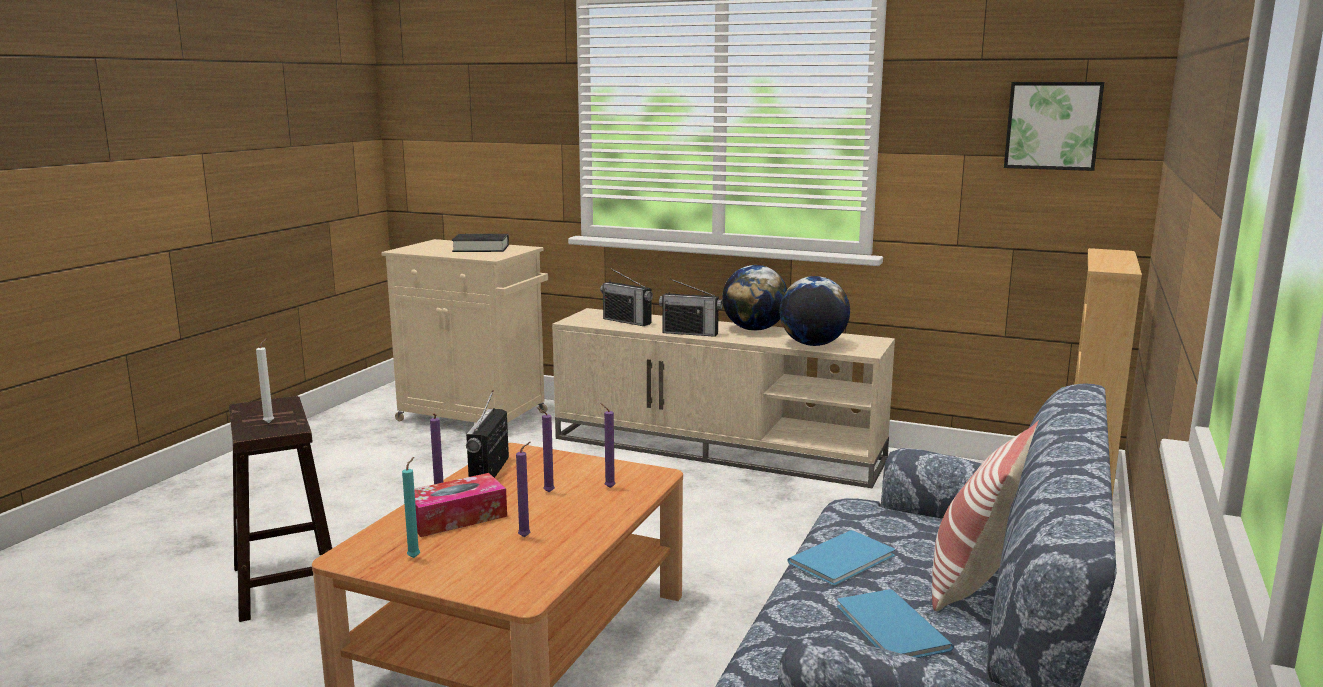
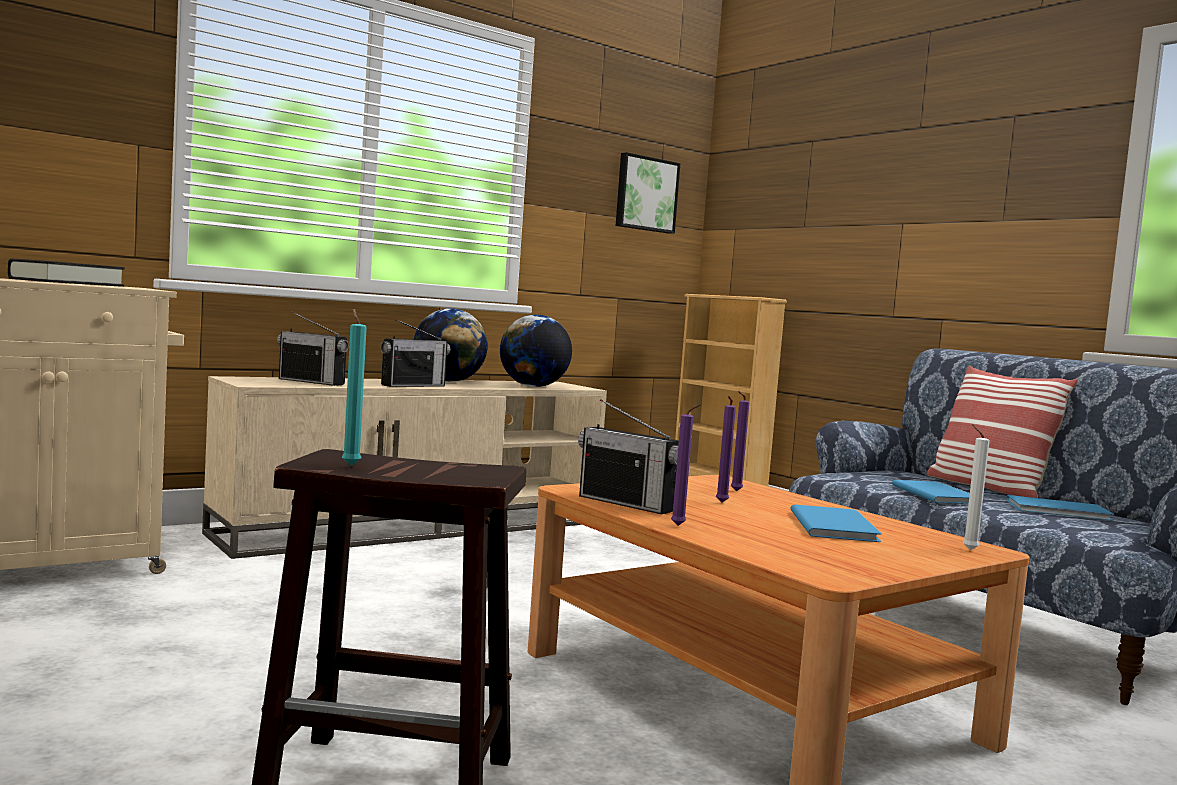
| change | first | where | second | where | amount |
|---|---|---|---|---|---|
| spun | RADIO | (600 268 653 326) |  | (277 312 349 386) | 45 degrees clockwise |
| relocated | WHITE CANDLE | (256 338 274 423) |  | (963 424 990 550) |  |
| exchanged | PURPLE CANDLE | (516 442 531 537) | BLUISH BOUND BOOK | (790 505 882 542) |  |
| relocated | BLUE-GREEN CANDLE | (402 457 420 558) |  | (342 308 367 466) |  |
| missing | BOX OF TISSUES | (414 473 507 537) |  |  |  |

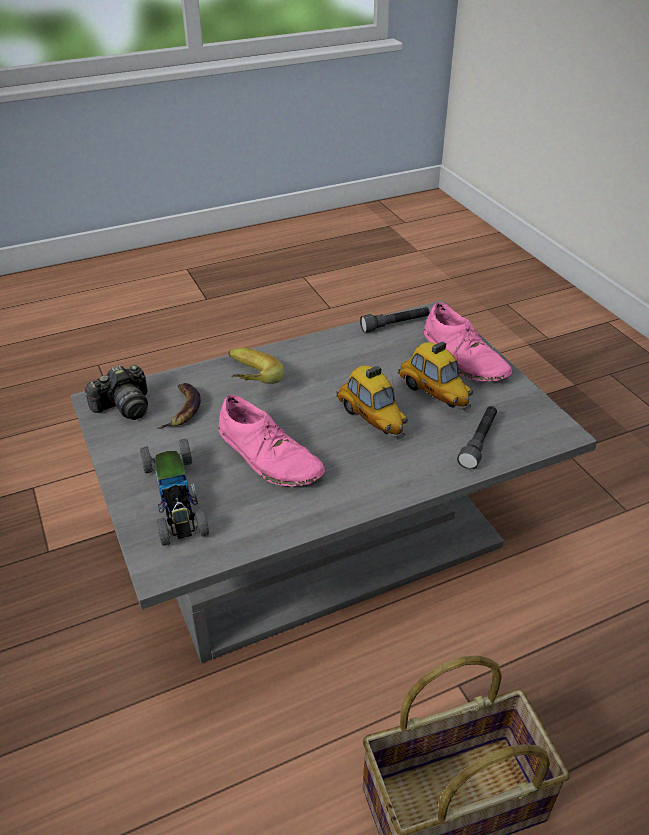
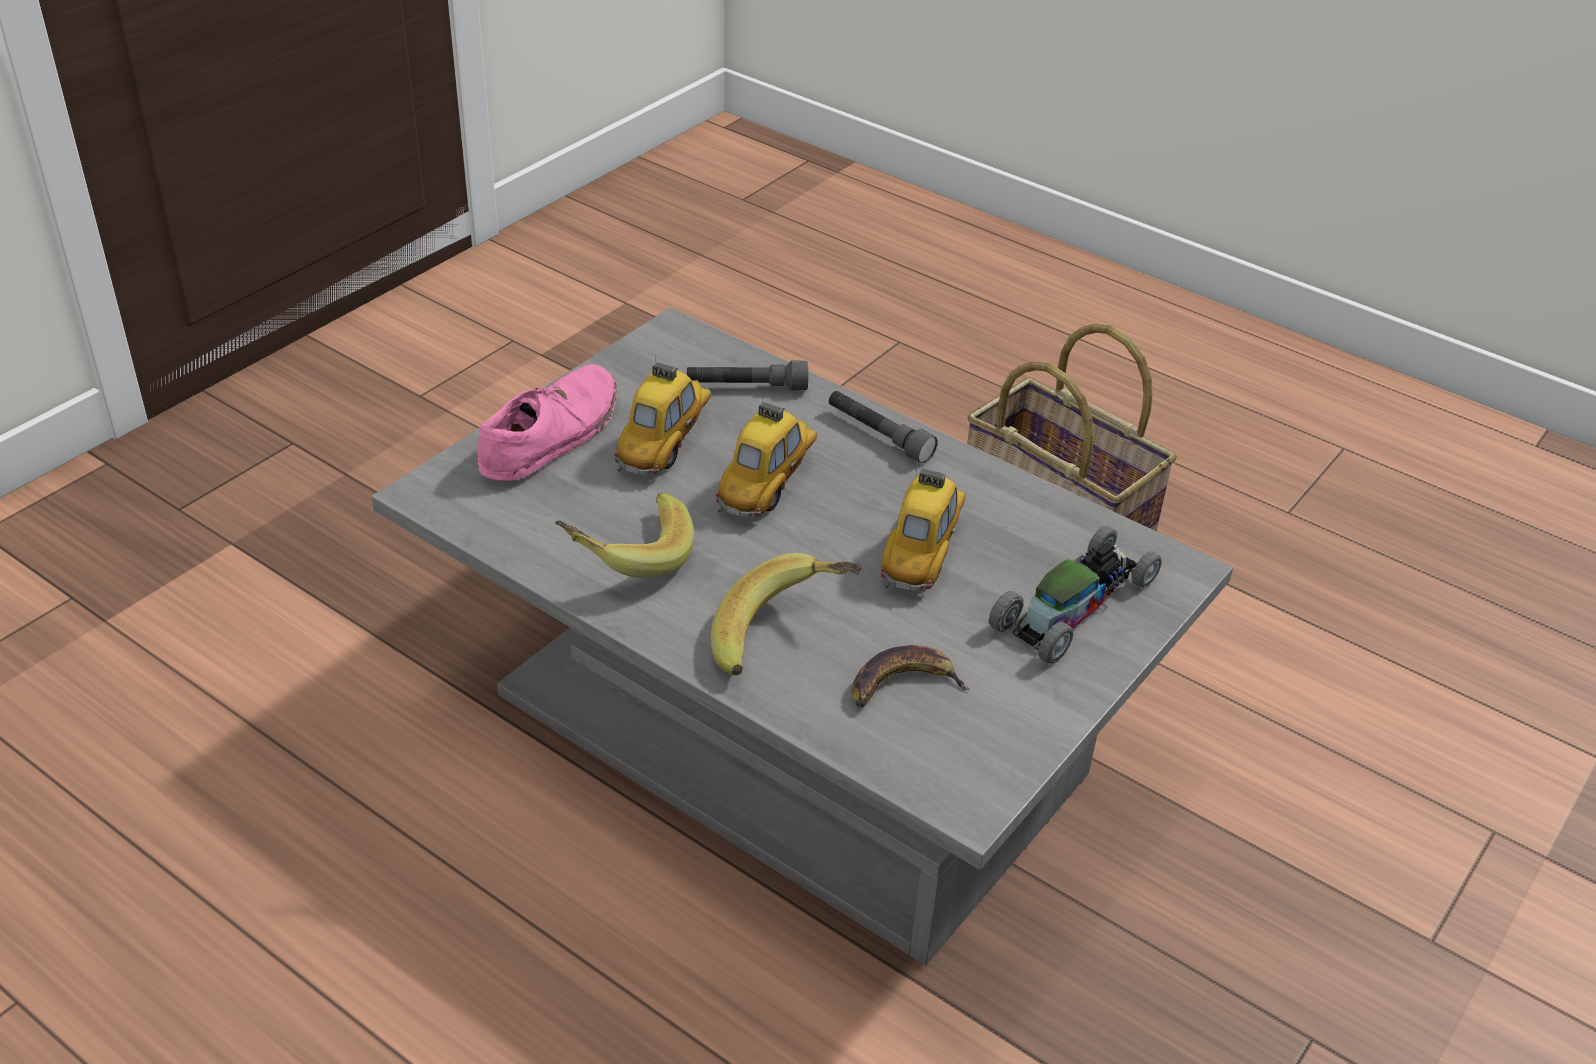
| change | first | where | second | where | amount |
|---|---|---|---|---|---|
| relocated | GREYISH TORCH | (360 307 430 333) |  | (829 391 938 463) |  |
| missing | STILL CAMERA | (85 365 148 420) |  |  |  |
| exchanged | PINKISH ITEM OF FOOTWEAR | (219 395 325 487) | MINIATURE CAR | (881 460 966 591) |  |
| appeared |  |  | WHOLE BANANA | (555 493 694 578) |  |

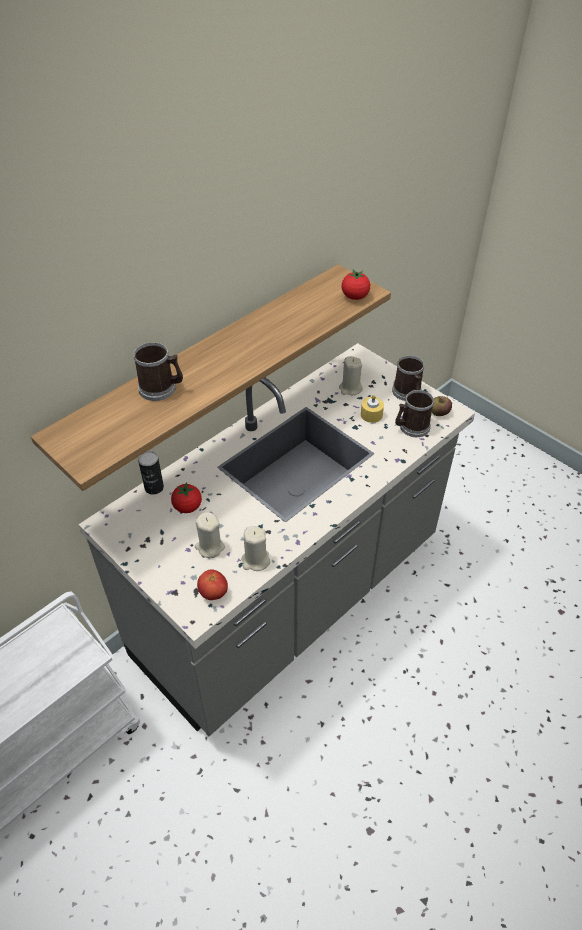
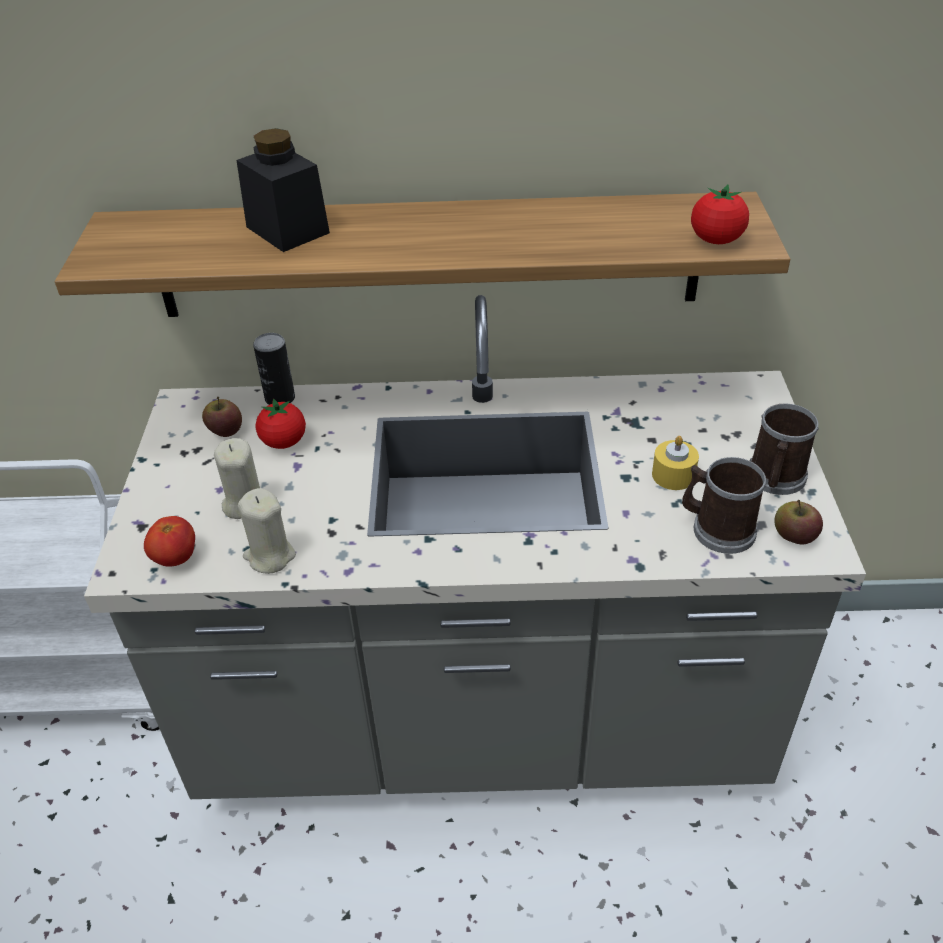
| change | first | where | second | where | amount |
|---|---|---|---|---|---|
| exchanged | COFFEE MUG | (133 342 183 401) | BLACK-COLOURED STORAGE JAR | (236 128 330 252) |  |
| missing | SAND-COLOURED CANDLE | (339 356 363 395) |  |  |  |
| appeared |  |  | WHOLE APPLE | (202 397 242 437) |  |

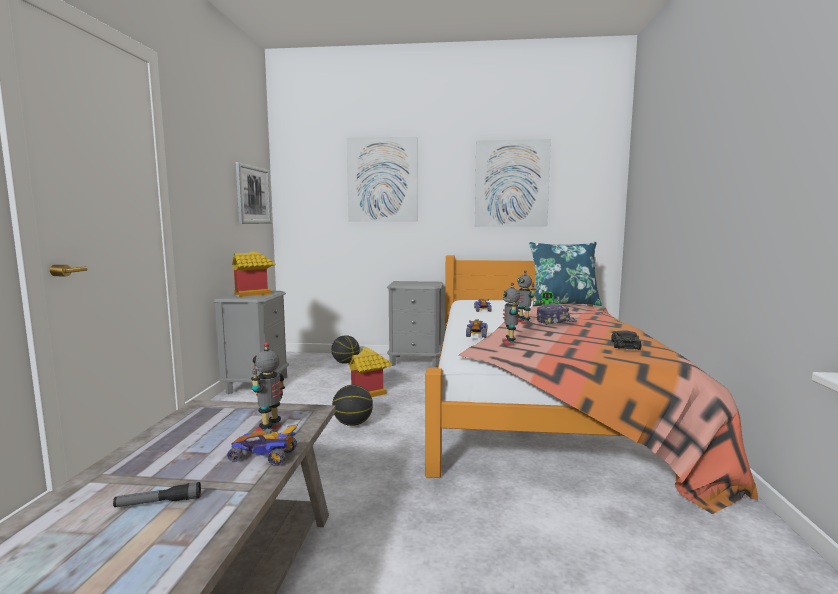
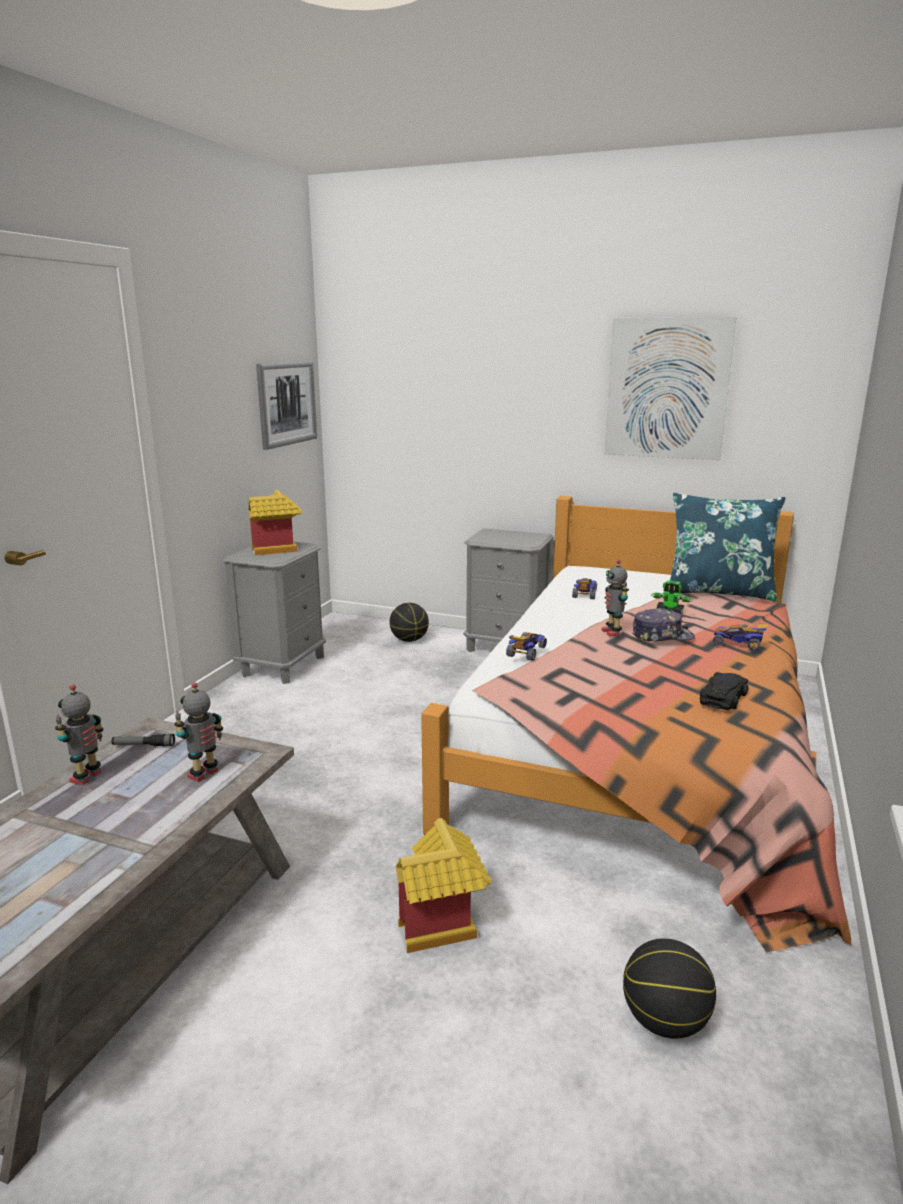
| change | first | where | second | where | amount |
|---|---|---|---|---|---|
| missing | PICTURE | (347 137 418 222) |  |  |  |
| relocated | ROBOT FIGURE | (503 282 520 345) |  | (55 685 104 785) |  |
| relocated | MINIATURE HOUSE | (349 347 392 397) |  | (396 818 491 953) |  |
| relocated | BALL FOR BASKETBALL | (332 385 373 426) |  | (623 938 716 1039) |  |
| relocated | MINIATURE CAR | (227 424 298 466) |  | (713 623 768 651) |  |
| relocated | TORCH | (113 482 201 507) |  | (111 734 175 746) |  |

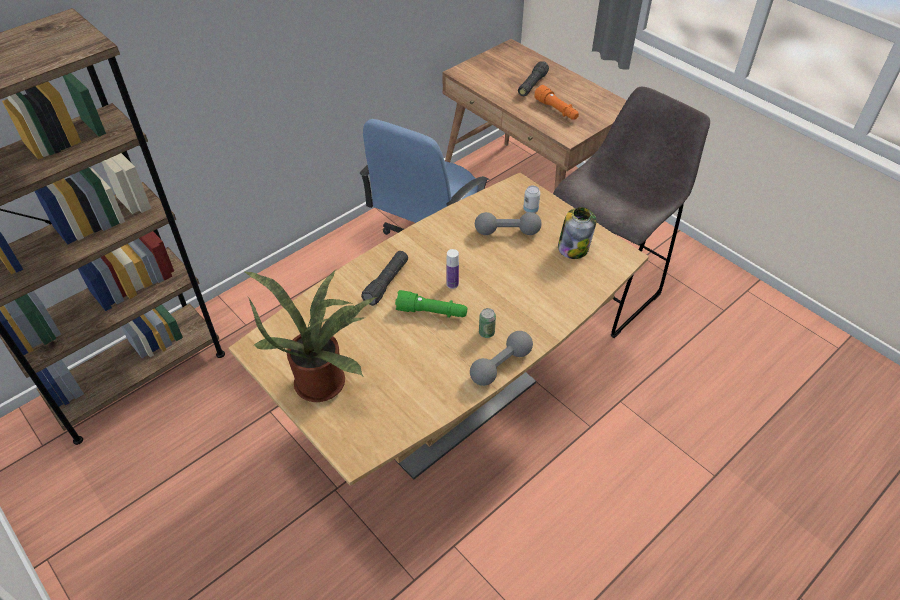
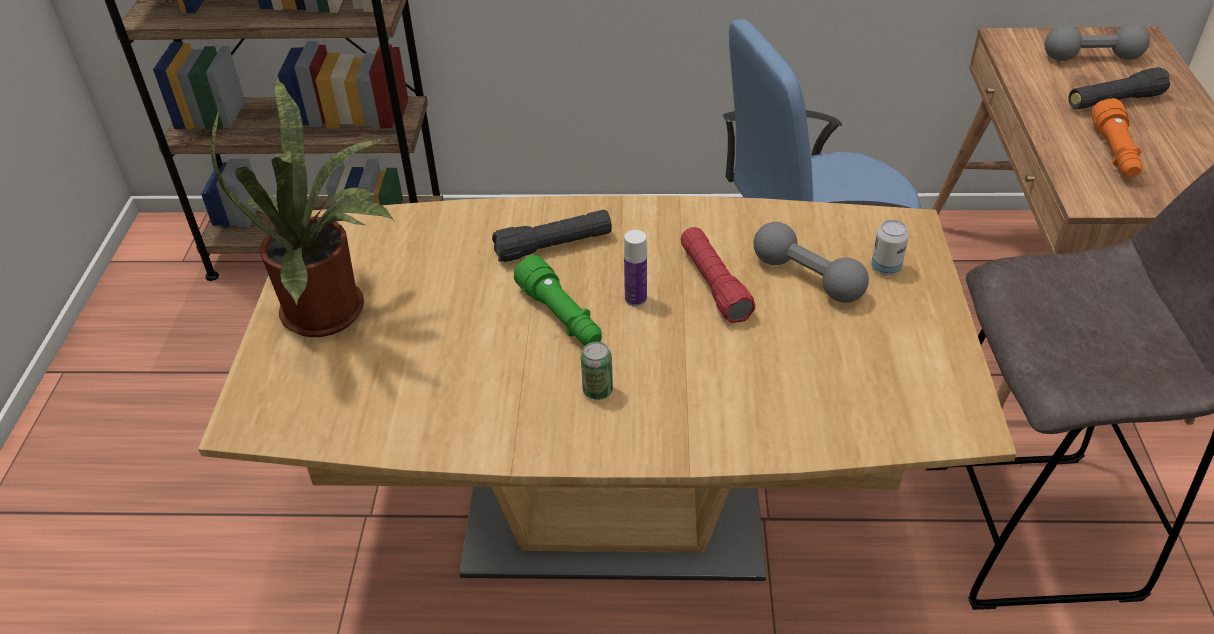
| change | first | where | second | where | amount |
|---|---|---|---|---|---|
| missing | STORAGE JAR | (558 207 597 259) |  |  |  |
| relocated | GREYISH FREE WEIGHT | (470 331 533 386) |  | (1045 24 1150 61) |  |
| appeared |  |  | REDDISH TORCH | (681 227 756 323) |  |

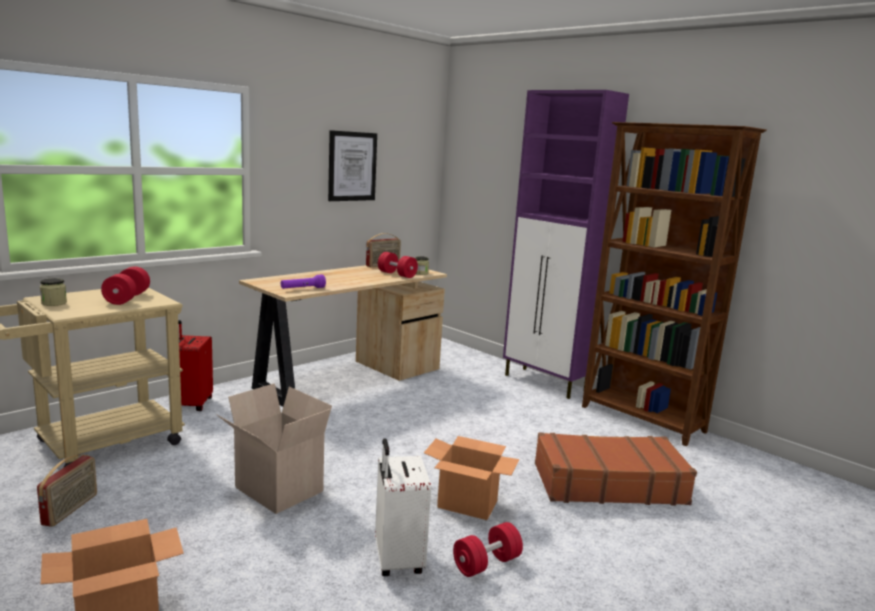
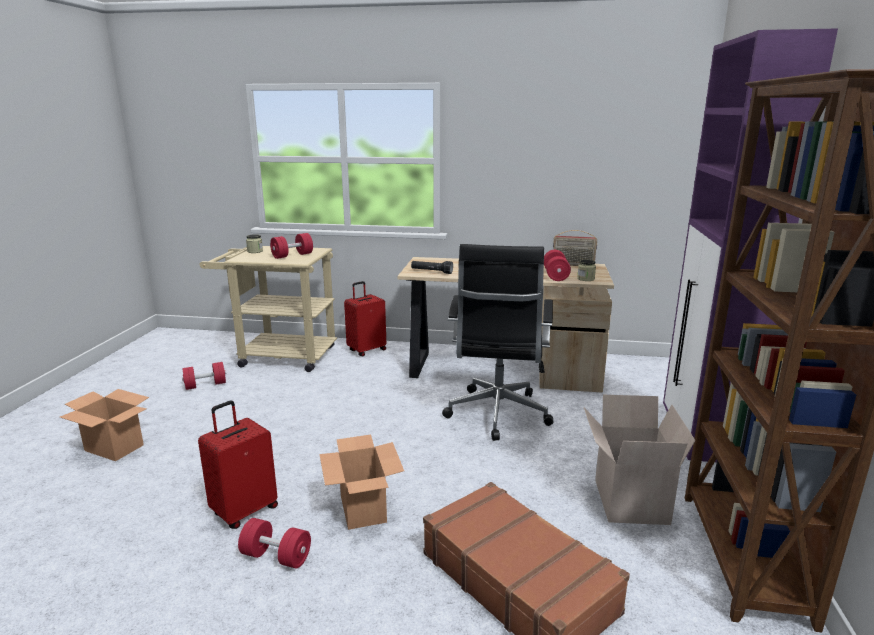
| change | first | where | second | where | amount |
|---|---|---|---|---|---|
| missing | PICTURE | (328 130 377 201) |  |  |  |
| colour | PURPLE TORCH | (281 274 326 289) | BLACK-COLOURED TORCH | (411 261 453 274) |  |
| relocated | PACKING BOX | (216 383 332 514) |  | (584 395 696 525) |  |
| colour | WHITE PIECE OF LUGGAGE | (375 438 431 576) | REDDISH PIECE OF LUGGAGE | (198 401 278 529) |  |
| exchanged | RADIO | (37 454 97 527) | REDDISH FREE WEIGHT | (182 362 226 390) |  |
| appeared |  |  | BLACK-COLOURED DESK CHAIR | (442 244 553 441) |  |

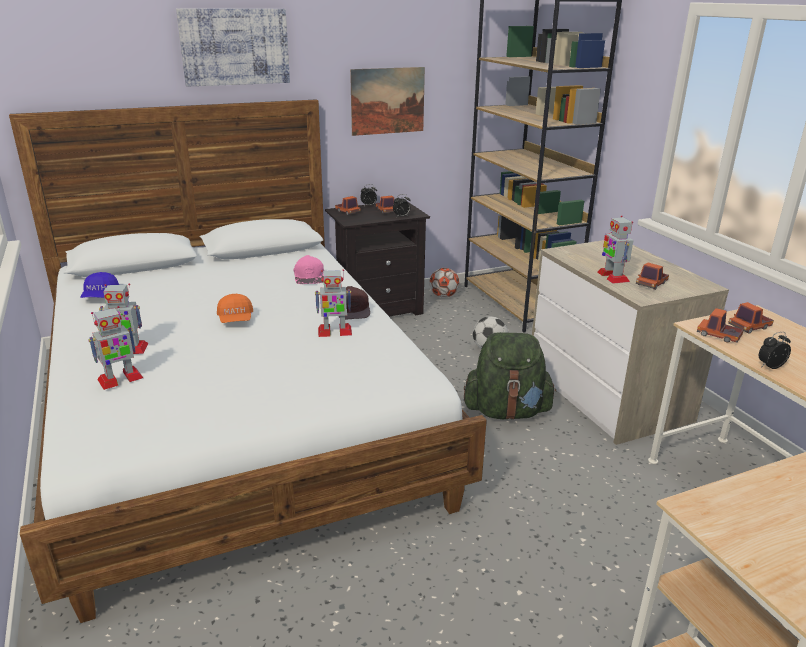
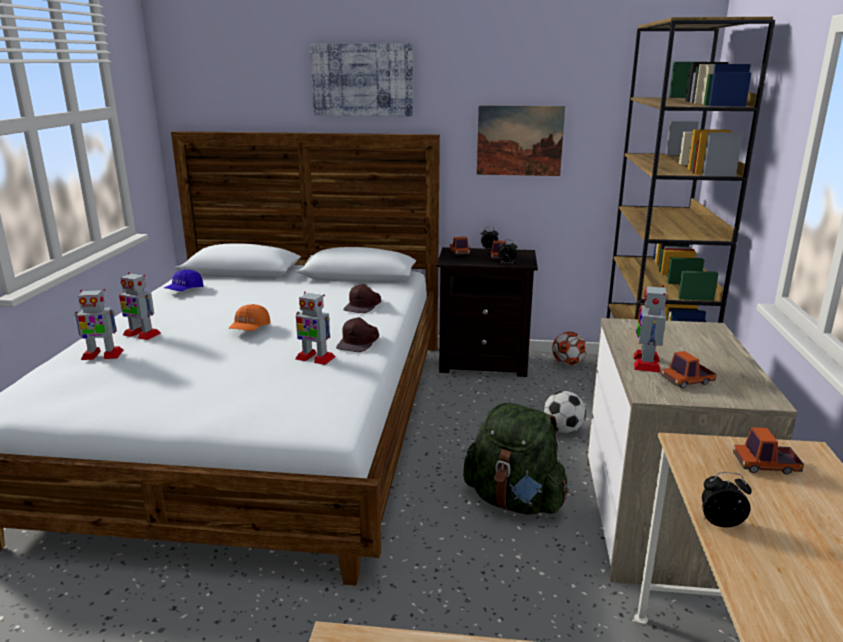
| change | first | where | second | where | amount |
|---|---|---|---|---|---|
| colour | PINKISH CAP | (293 255 324 284) | BROWNISH CAP | (343 284 381 313) |  |
| missing | TOY LORRY | (697 308 744 343) |  |  |  |

